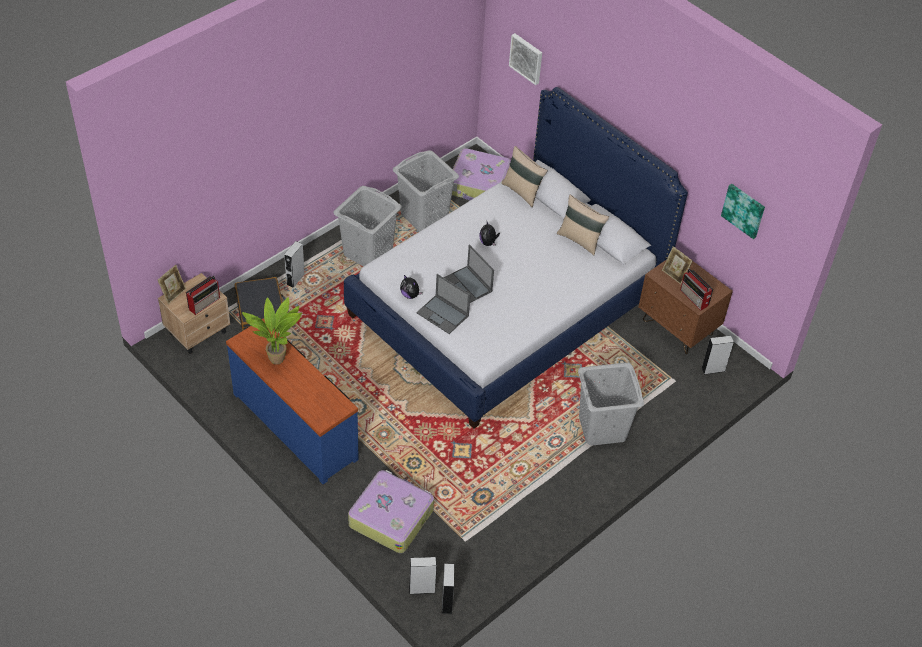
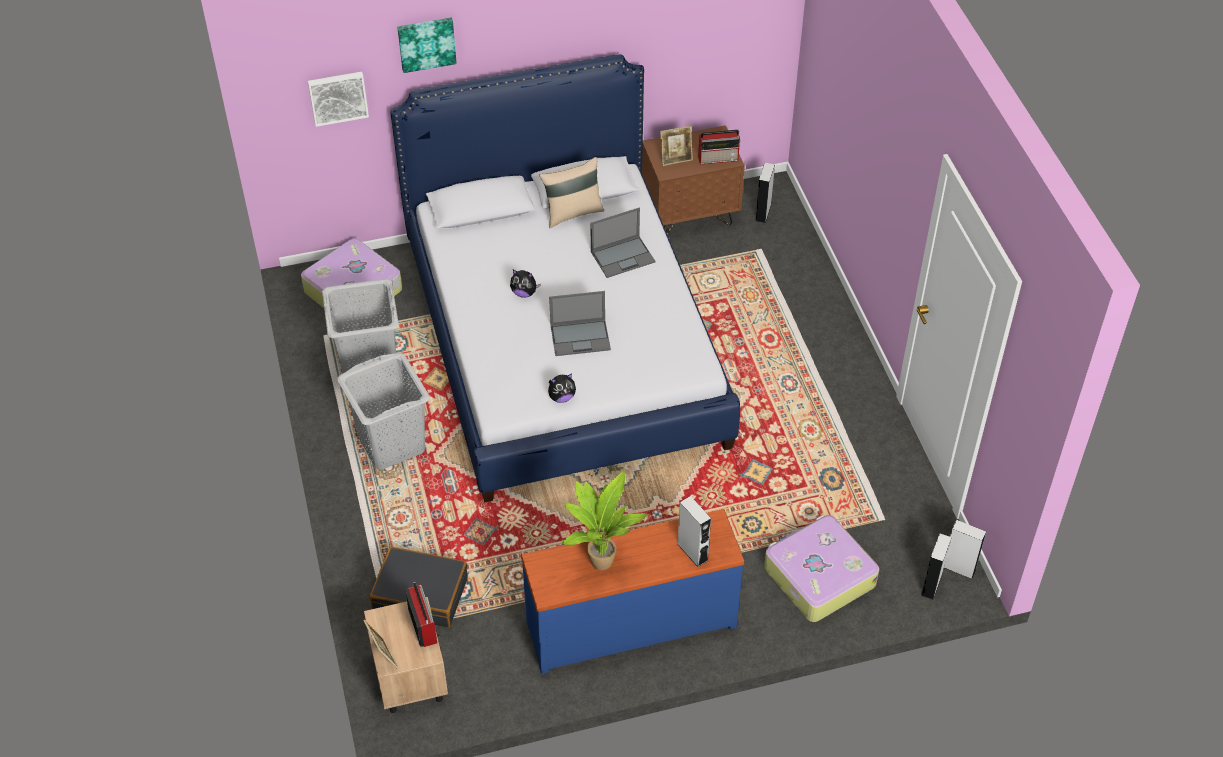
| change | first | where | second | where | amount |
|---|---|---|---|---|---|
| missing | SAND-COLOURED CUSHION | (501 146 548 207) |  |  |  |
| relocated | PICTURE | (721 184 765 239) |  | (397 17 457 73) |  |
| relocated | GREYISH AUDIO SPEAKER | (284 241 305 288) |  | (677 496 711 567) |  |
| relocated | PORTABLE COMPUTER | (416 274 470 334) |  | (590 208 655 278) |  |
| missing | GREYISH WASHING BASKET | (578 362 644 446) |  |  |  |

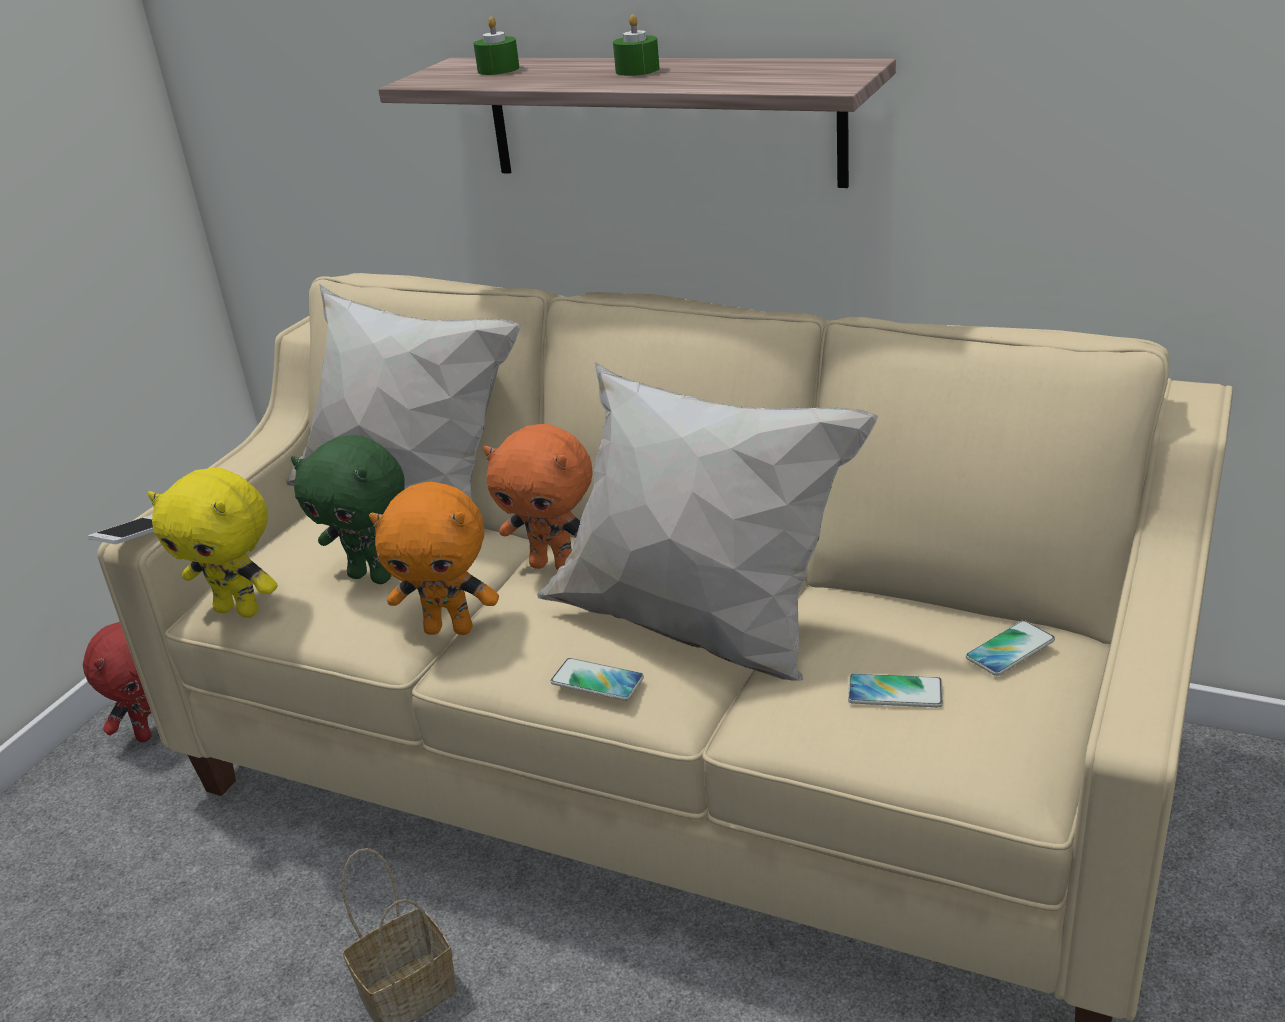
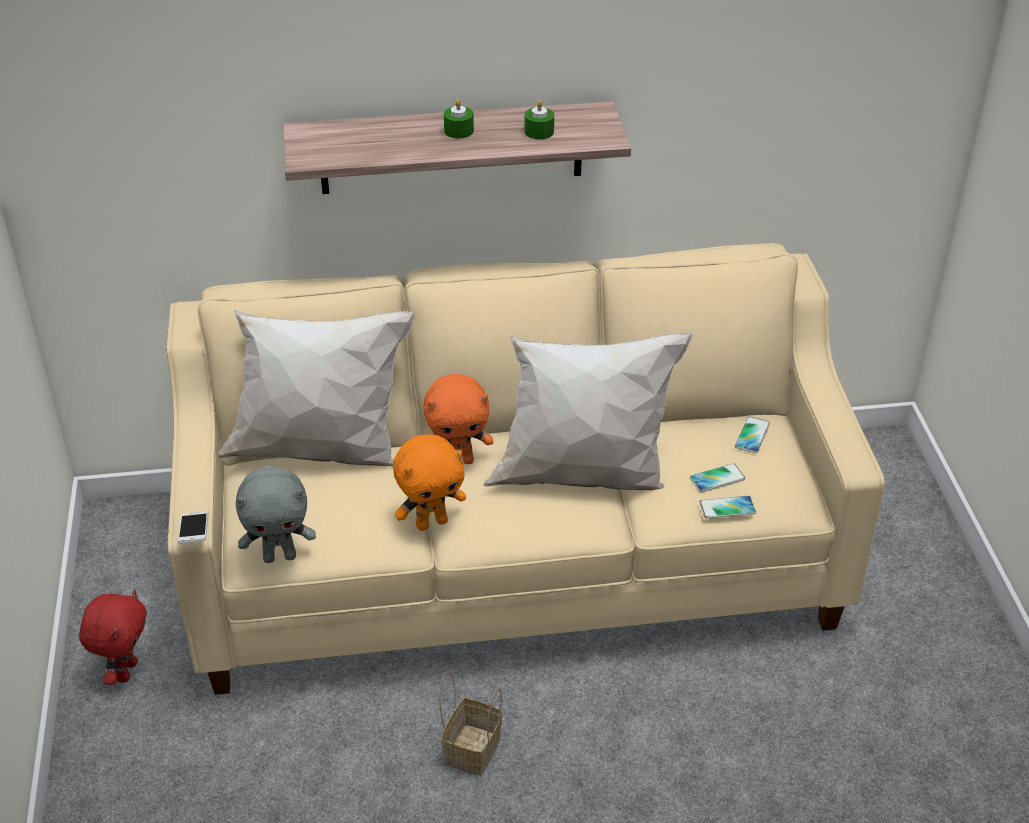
| change | first | where | second | where | amount |
|---|---|---|---|---|---|
| relocated | GREEN CANDLE | (474 16 520 75) |  | (524 100 554 140) |  |
| missing | GREEN CUDDLY TOY | (291 435 405 584) |  |  |  |
| colour | YELLOWISH CUDDLY TOY | (148 468 278 618) | GREYISH CUDDLY TOY | (236 466 316 563) |  |
| relocated | PHONE | (550 658 644 701) |  | (700 496 756 519) |  |

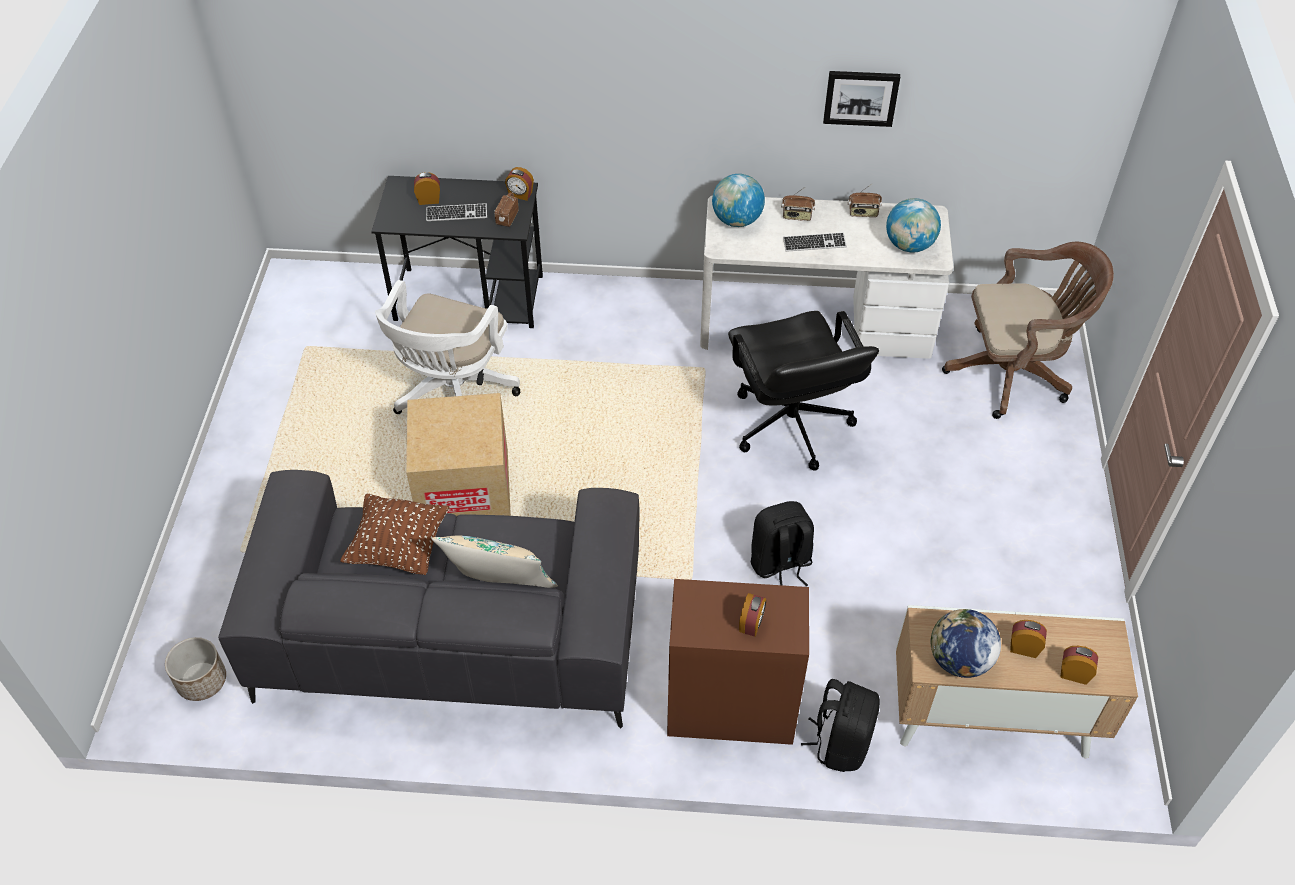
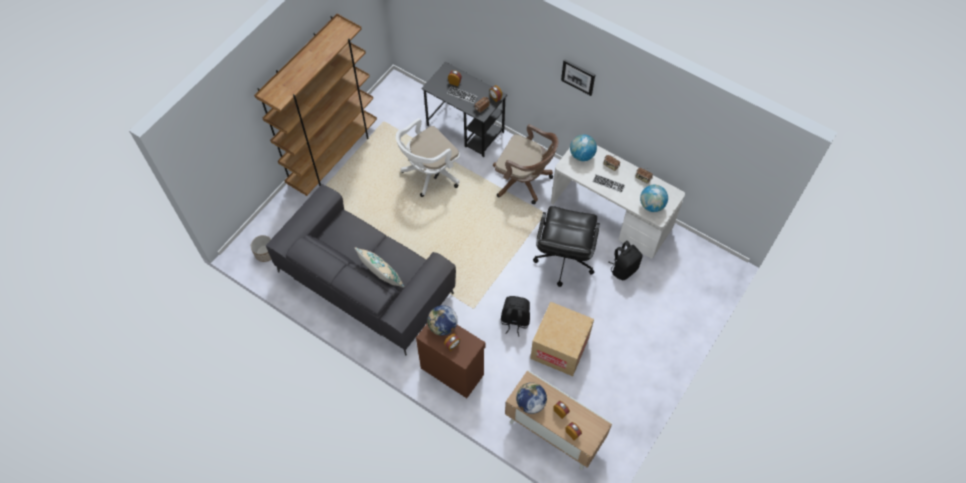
| change | first | where | second | where | amount |
|---|---|---|---|---|---|
| relocated | PICTURE | (823 71 900 127) |  | (561 59 595 96) |  |
| relocated | BROWNISH DESK CHAIR | (942 242 1114 419) |  | (493 124 558 204) |  |
| relocated | PACKING BOX | (406 393 511 516) |  | (530 302 594 376) |  |
| missing | BROWNISH CUSHION | (340 494 450 575) |  |  |  |
| relocated | BLACK-COLOURED BACKPACK | (801 679 880 772) |  | (609 241 643 280) |  |
| appeared |  |  | BROWNISH SHELVING UNIT | (254 14 377 196) |  |
| appeared |  |  | DESK GLOBE | (427 305 458 336) |  |

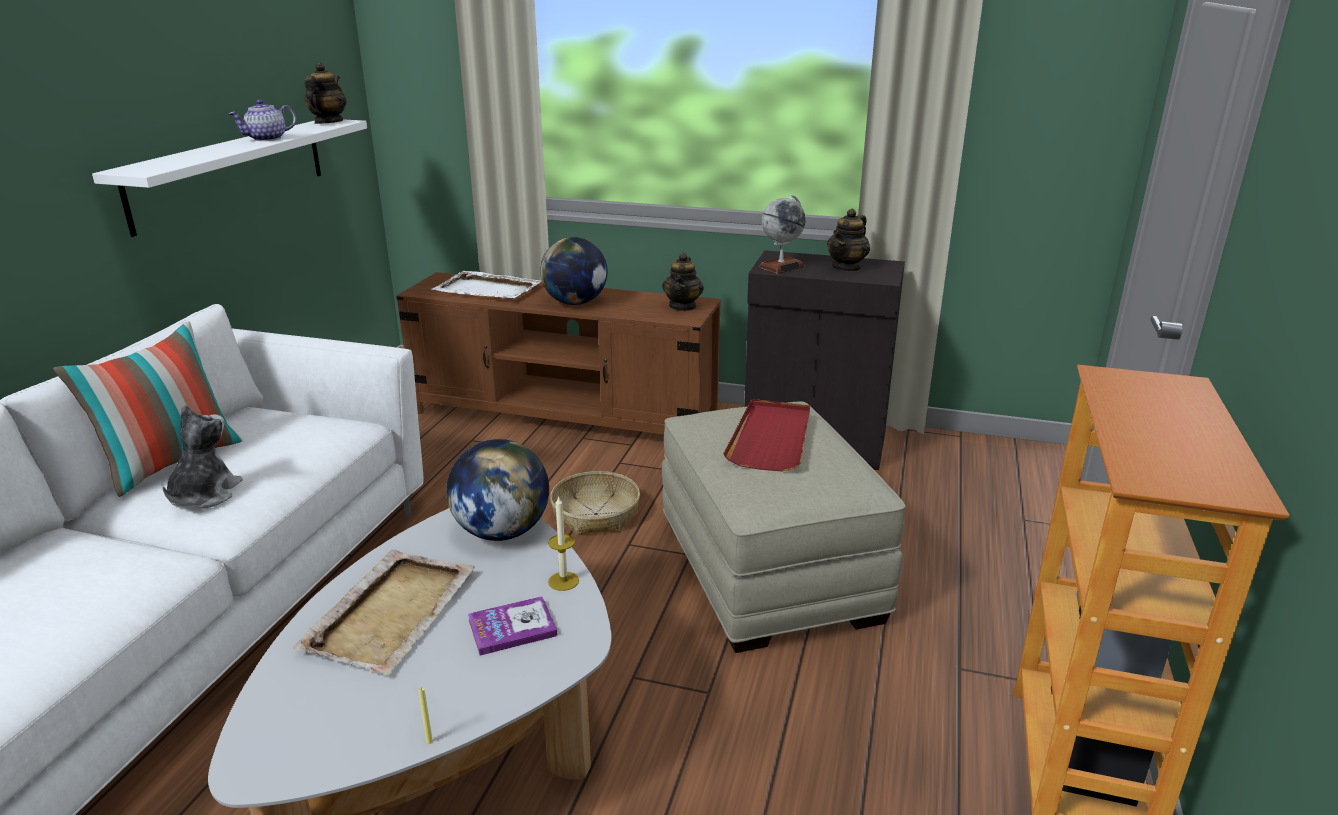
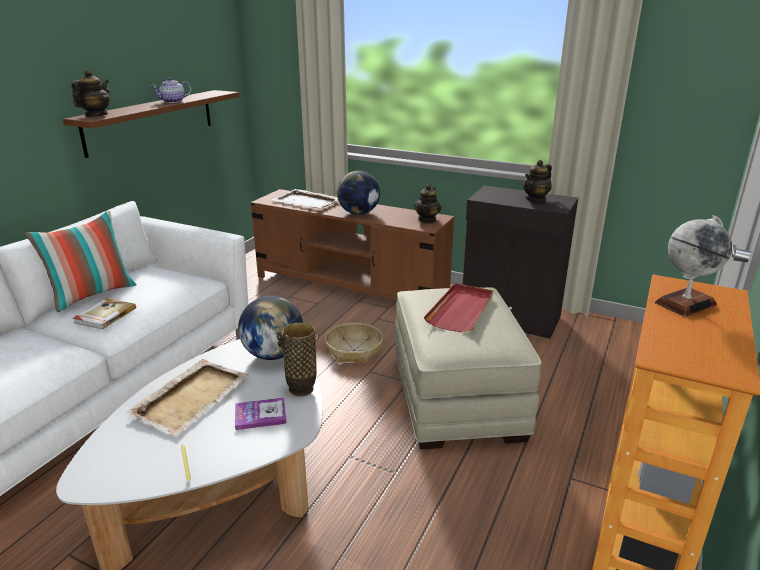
| change | first | where | second | where | amount |
|---|---|---|---|---|---|
| relocated | POT FOR TEA | (304 63 347 124) |  | (71 70 110 117) |  |
| colour | WHITE BRACKET SHELF | (92 119 367 237) | BROWNISH BRACKET SHELF | (63 90 239 158) |  |
| relocated | DESK GLOBE | (758 194 806 274) |  | (655 215 732 317) |  |
| exchanged | CUDDLY TOY | (163 405 243 508) | BOUND BOOK | (73 298 136 329) |  |
| exchanged | CANDLE | (548 495 579 591) | VASE | (276 323 319 397) |  |

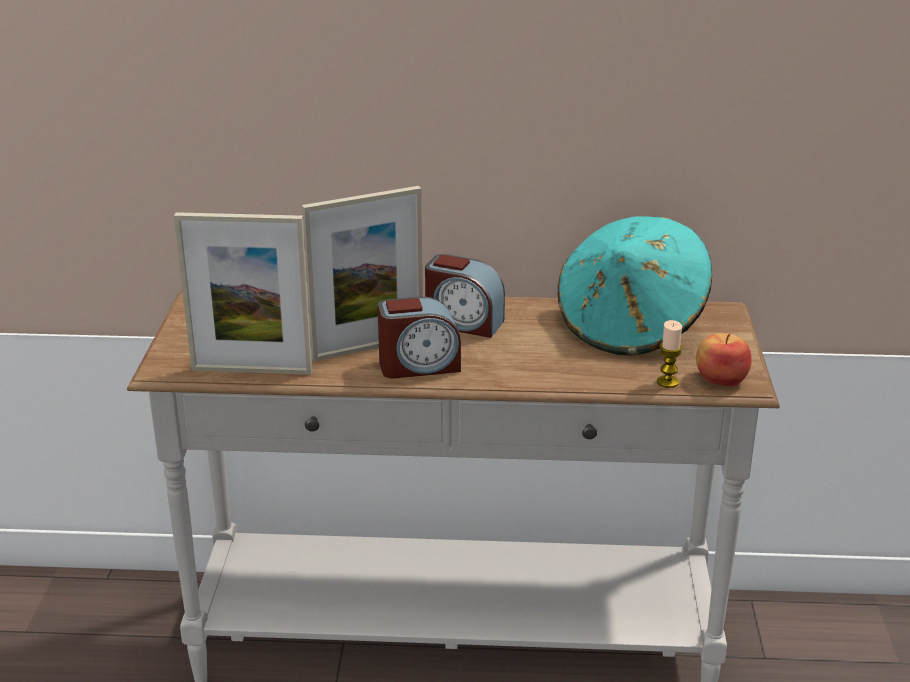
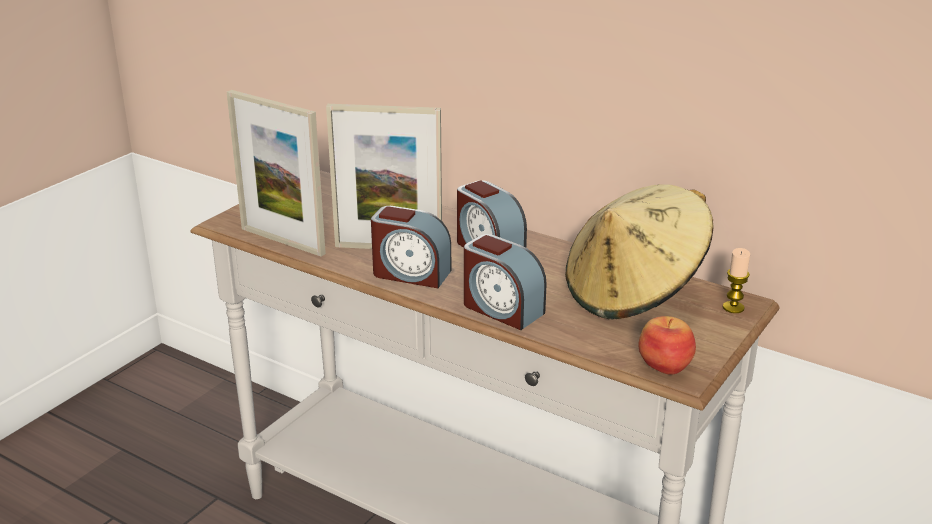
| change | first | where | second | where | amount |
|---|---|---|---|---|---|
| colour | BLUE-GREEN WEARABLE HAT | (557 216 712 355) | SAND-COLOURED WEARABLE HAT | (565 184 714 319) |  |
| relocated | CANDLE | (657 320 683 388) |  | (723 248 750 313) |  |
| appeared |  |  | ALARM CLOCK | (464 234 547 330) |  |

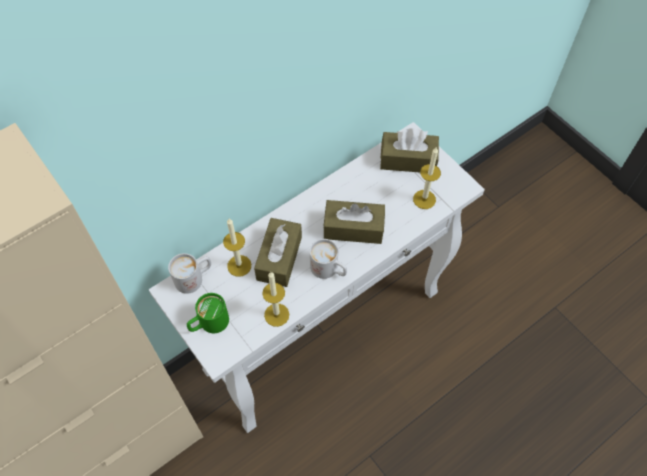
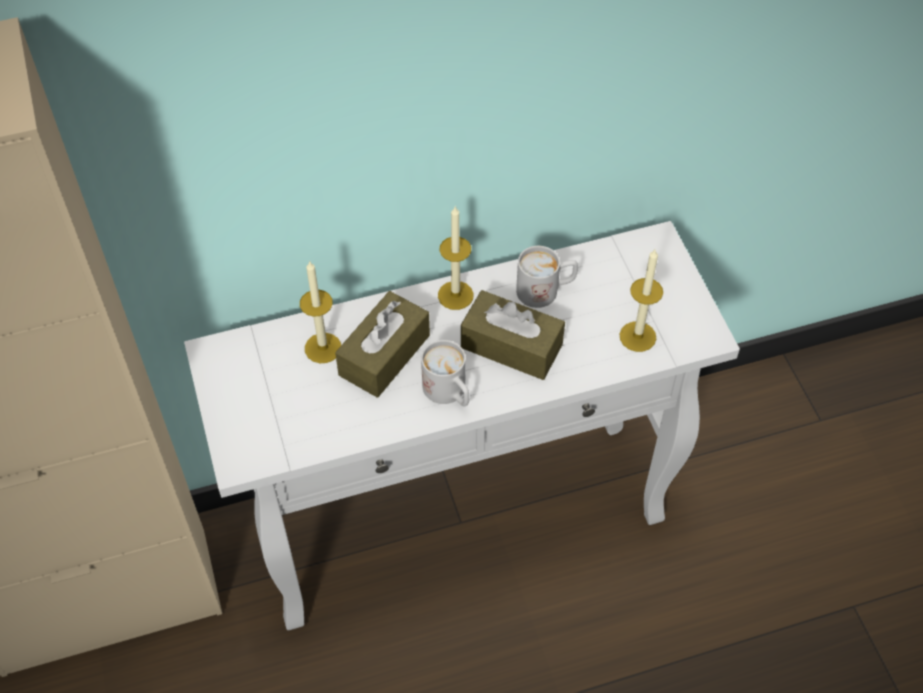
| change | first | where | second | where | amount |
|---|---|---|---|---|---|
| missing | BROWNISH BOX OF TISSUES | (380 128 439 172) |  |  |  |
| relocated | WHITE COFFEE MUG | (168 253 211 294) |  | (516 246 578 308) |  |
| relocated | CANDLE | (262 272 289 327) |  | (438 207 474 310) |  |
| missing | GREEN COFFEE MUG | (187 293 229 333) |  |  |  |

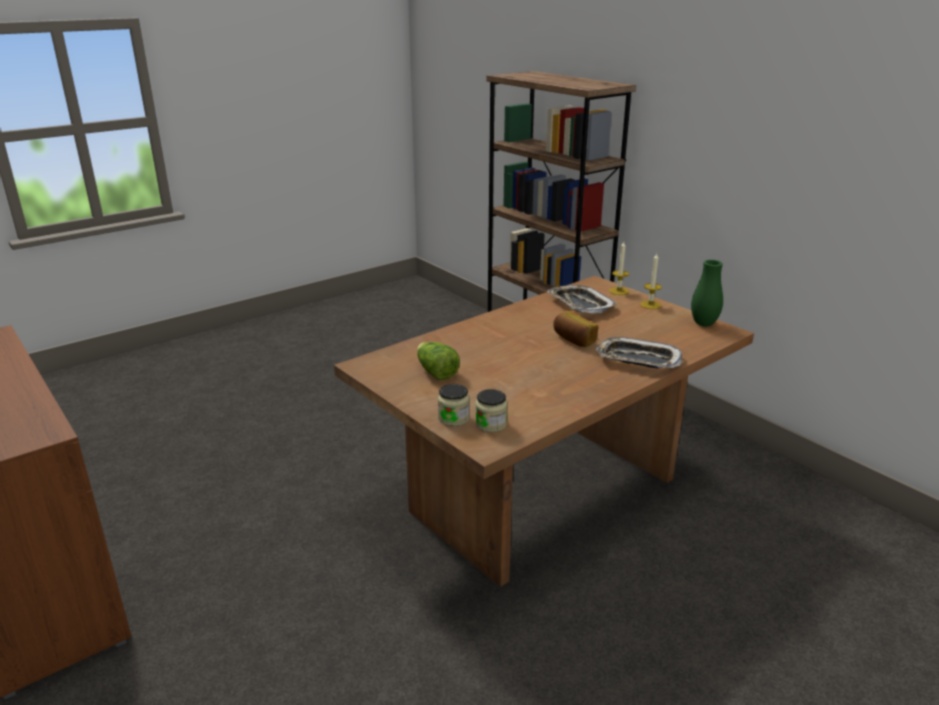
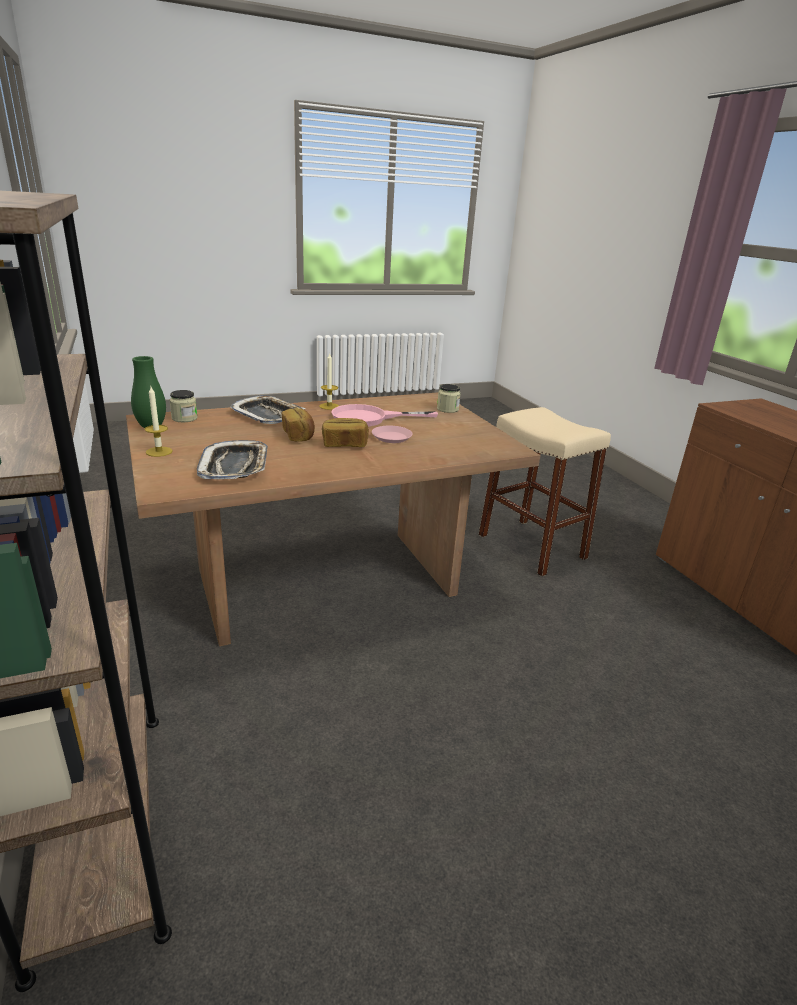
| change | first | where | second | where | amount |
|---|---|---|---|---|---|
| relocated | CANDLE | (609 241 629 295) |  | (319 354 339 410) |  |
| missing | LETTUCE | (417 342 460 380) |  |  |  |
| relocated | STORAGE JAR | (475 389 507 433) |  | (169 390 198 422) |  |
| appeared |  |  | PINKISH SKILLET | (331 404 438 427) |  |
| appeared |  |  | SAND-COLOURED STOOL | (479 407 611 577) |  |
| appeared |  |  | BAKERY BREAD | (322 418 369 447) |  |
| appeared |  |  | PINKISH PLATE | (372 426 412 443) |  |

